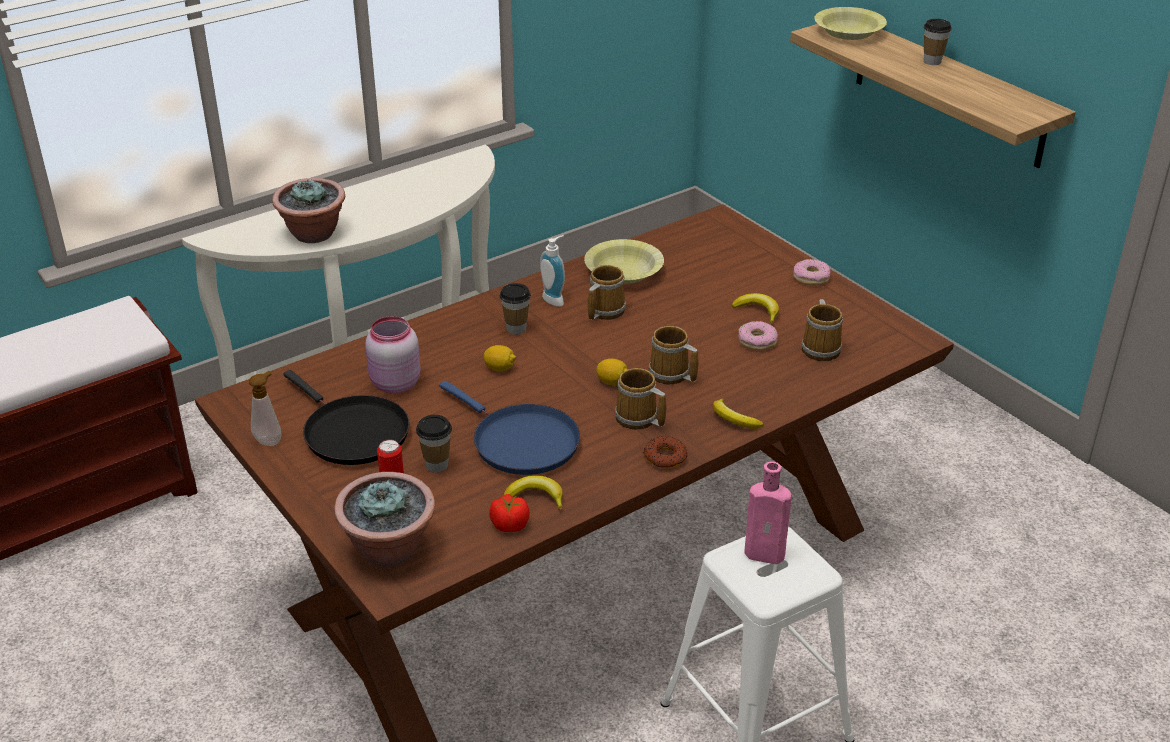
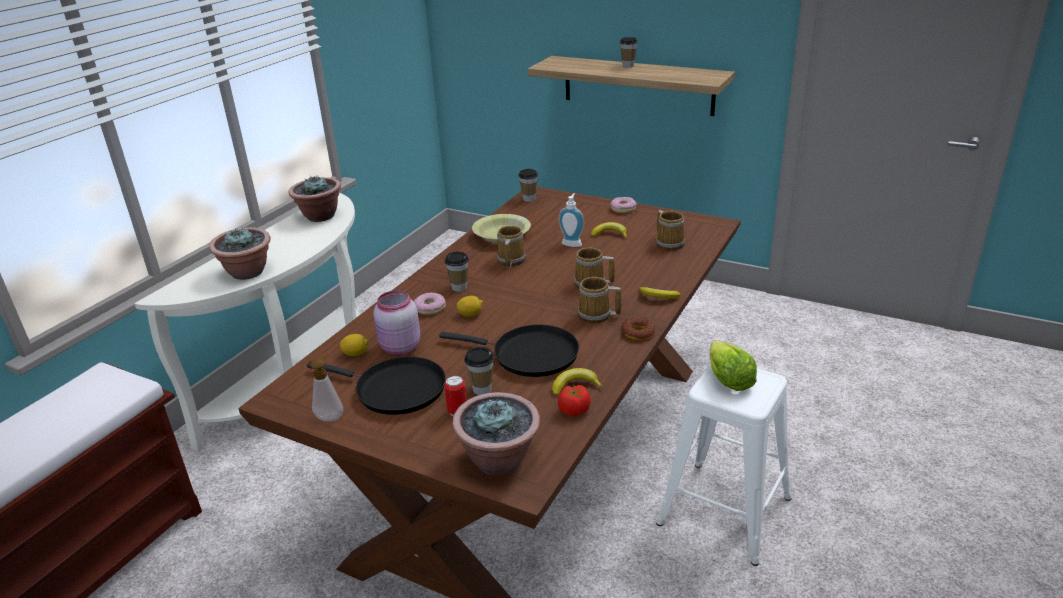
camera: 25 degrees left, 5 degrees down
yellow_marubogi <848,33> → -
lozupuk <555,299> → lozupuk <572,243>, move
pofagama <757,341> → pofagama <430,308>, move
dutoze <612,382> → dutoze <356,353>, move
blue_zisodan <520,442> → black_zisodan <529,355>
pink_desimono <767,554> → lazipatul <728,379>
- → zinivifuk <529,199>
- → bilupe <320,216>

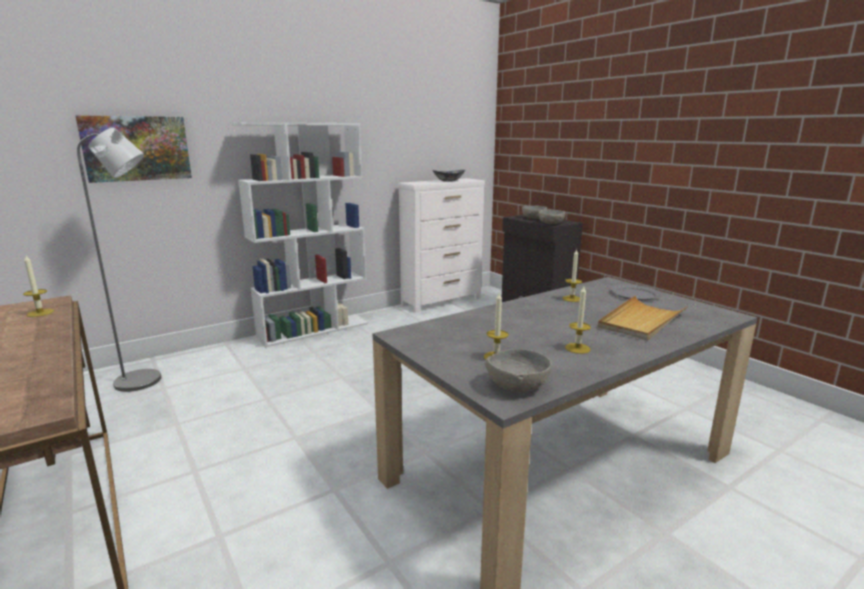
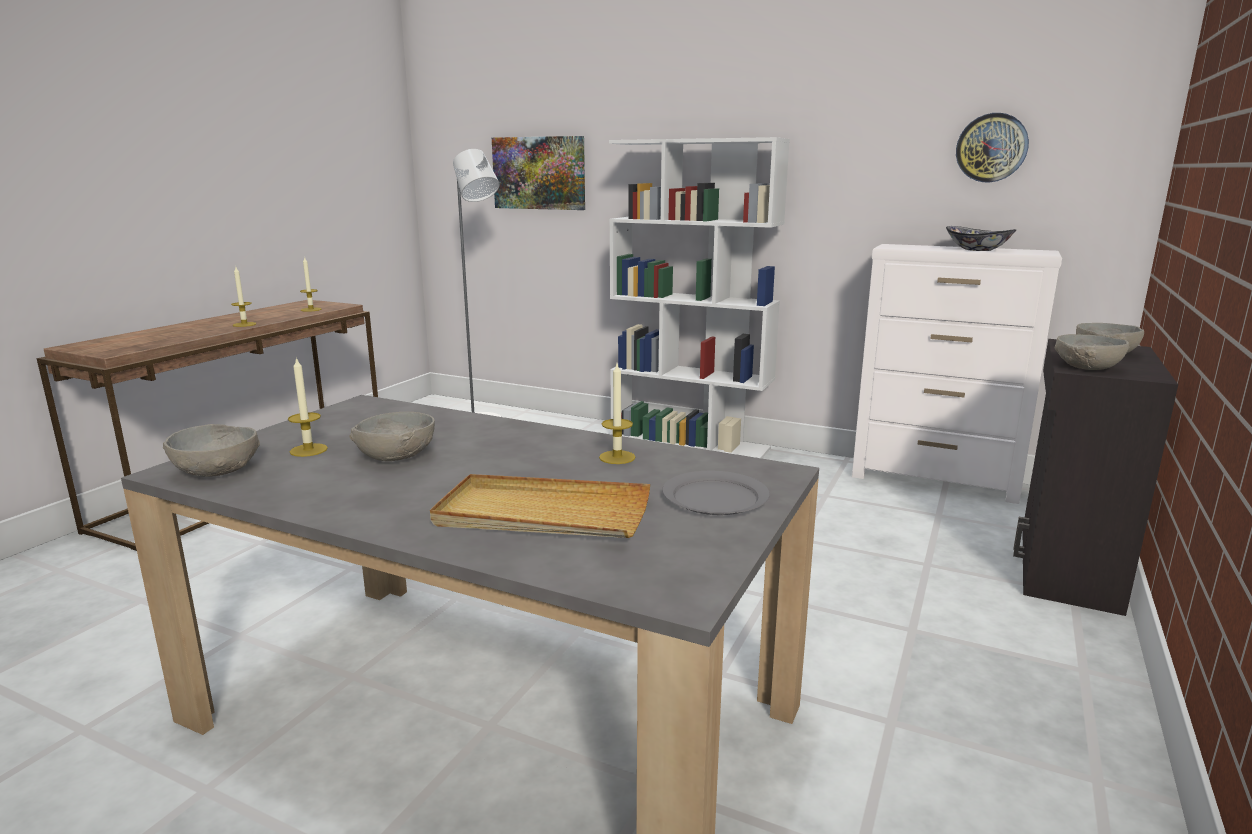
camera: 60 degrees right, 0 degrees up
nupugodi <577,348> → nupugodi <244,324>, move
- → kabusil <991,148>
- → grey_marubogi <396,455>

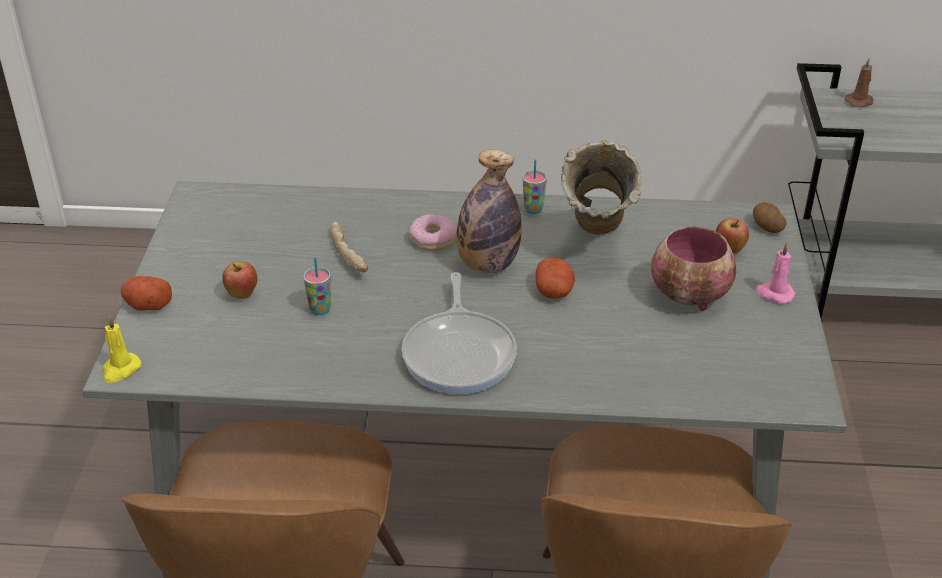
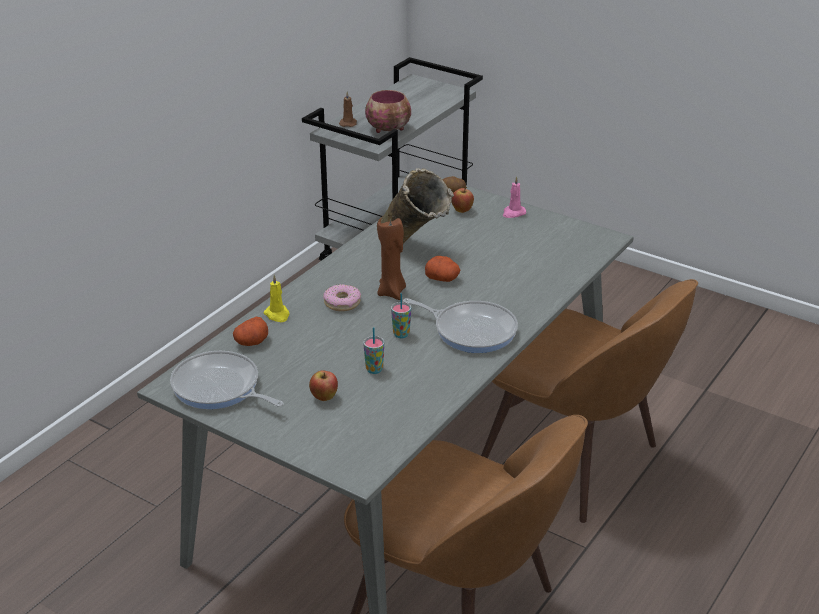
camera: 60 degrees left, 5 degrees down
desimono <487,264> → brown_nupugodi <392,292>
zinivifuk <533,209> → zinivifuk <401,334>, move
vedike <349,255> → -
marubogi <691,297> → marubogi <389,129>, move
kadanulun <147,305> → kadanulun <251,342>, move
yellow_nupugodi <120,369> → yellow_nupugodi <277,315>, move
- → zisodan <219,388>

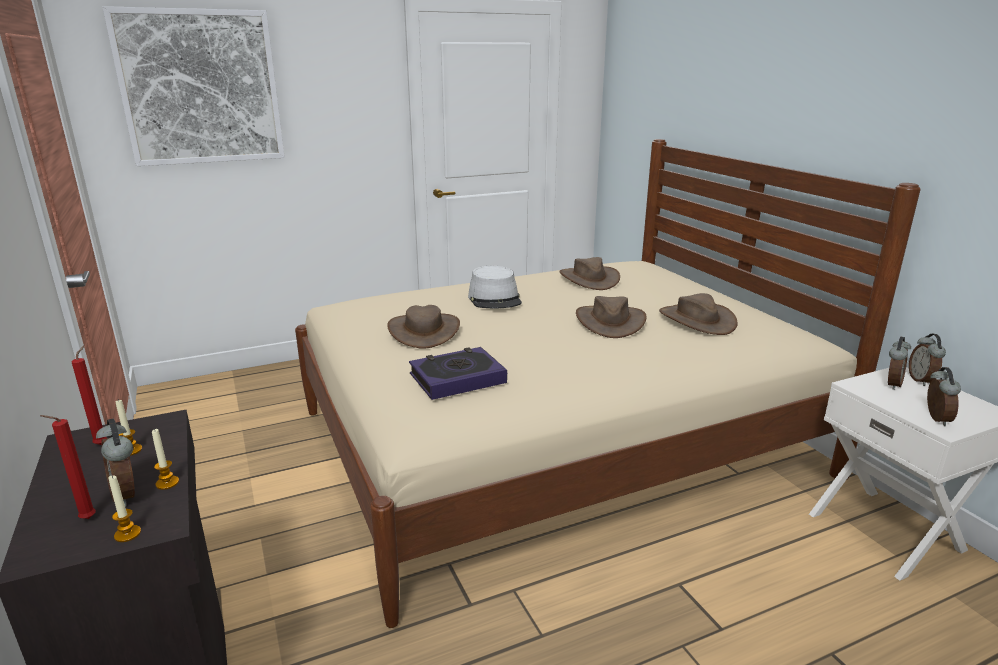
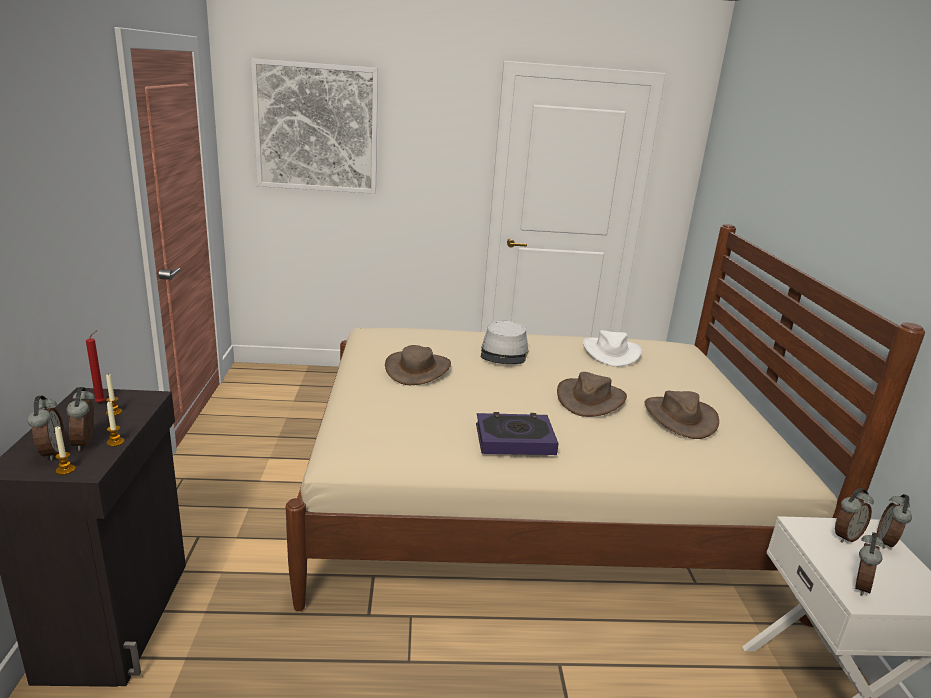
camera: 20 degrees right, 0 degrees up
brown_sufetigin <589,279> → white_sufetigin <610,352>
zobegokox <457,378> → zobegokox <514,439>, move
red_nupugodi <85,519> → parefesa <51,452>

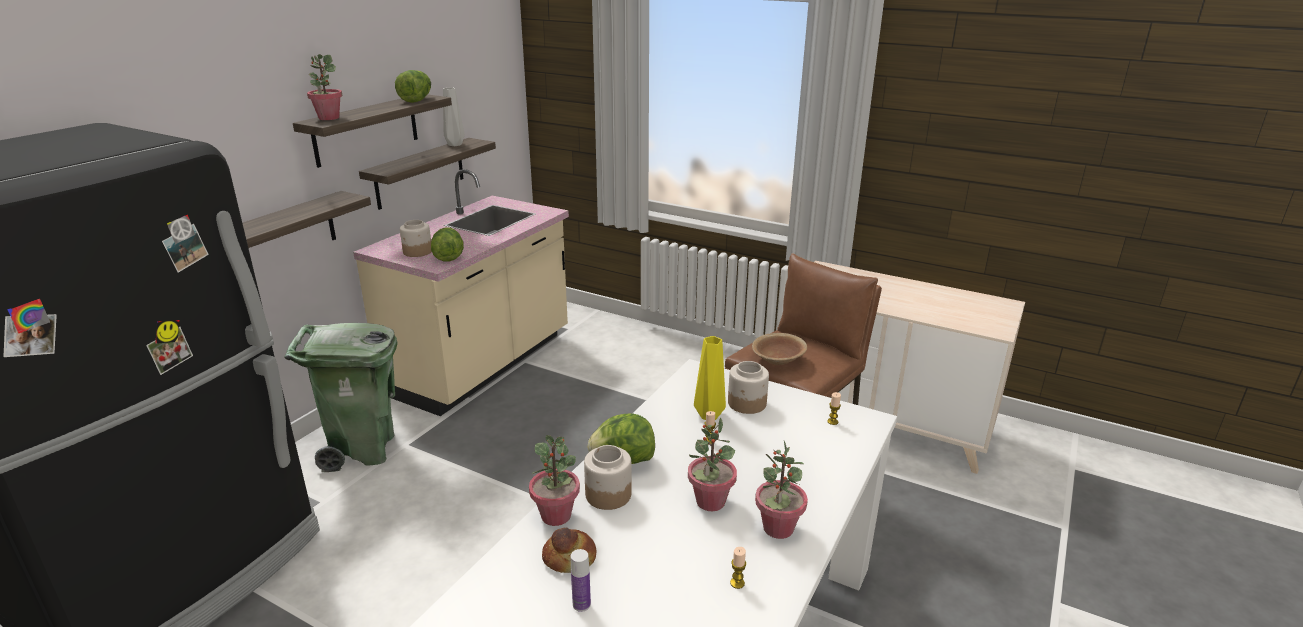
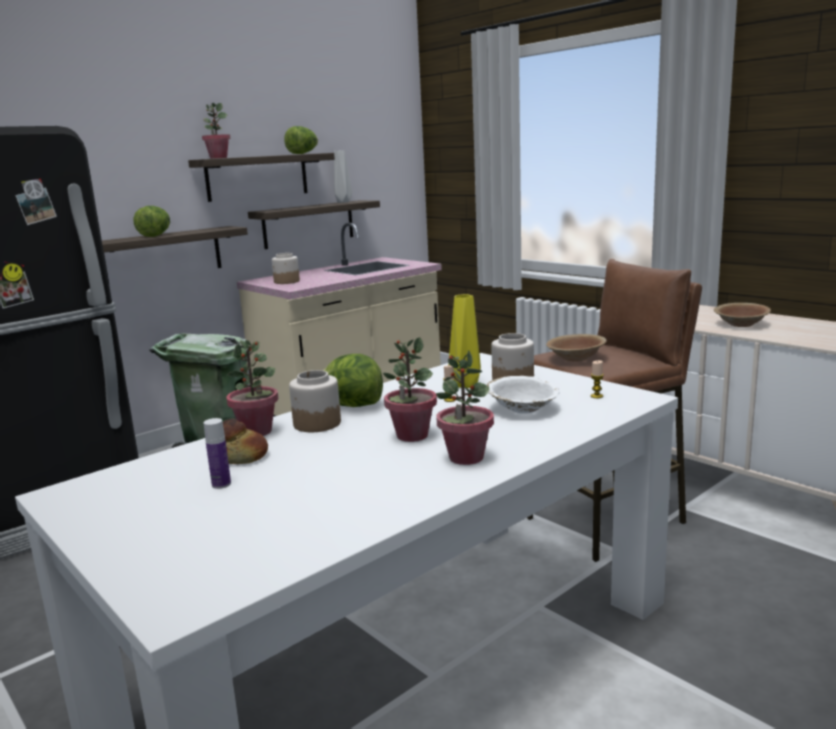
camera: 20 degrees right, 10 degrees down
lazipatul <448,256> → lazipatul <156,235>, move
nupugodi <737,583> → -
- → brown_marubogi <740,324>
- → white_marubogi <522,409>

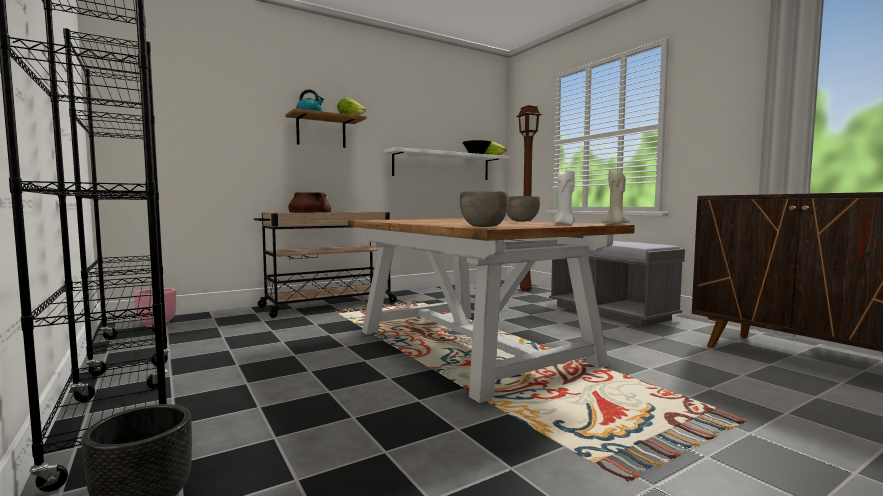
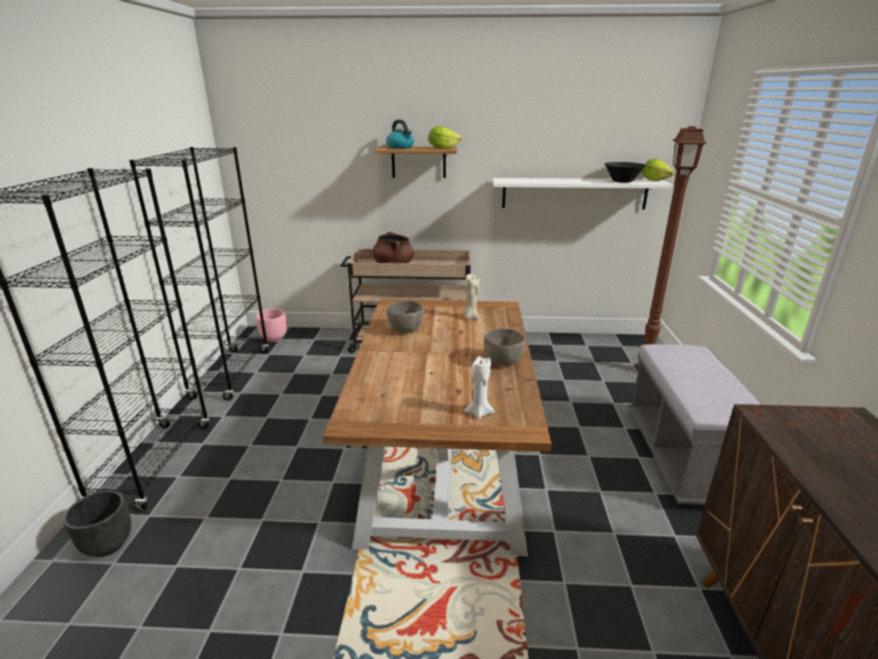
camera: 35 degrees right, 20 degrees up
beige_nupugodi <615,224> → beige_nupugodi <470,317>, move
grey_marubogi <484,227> → grey_marubogi <405,330>, move

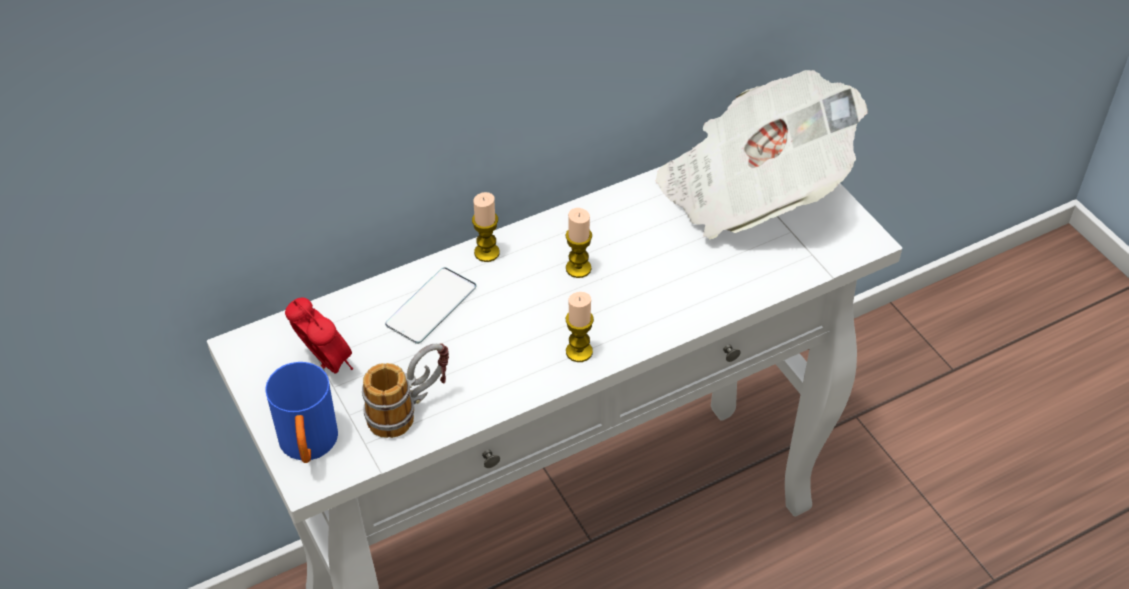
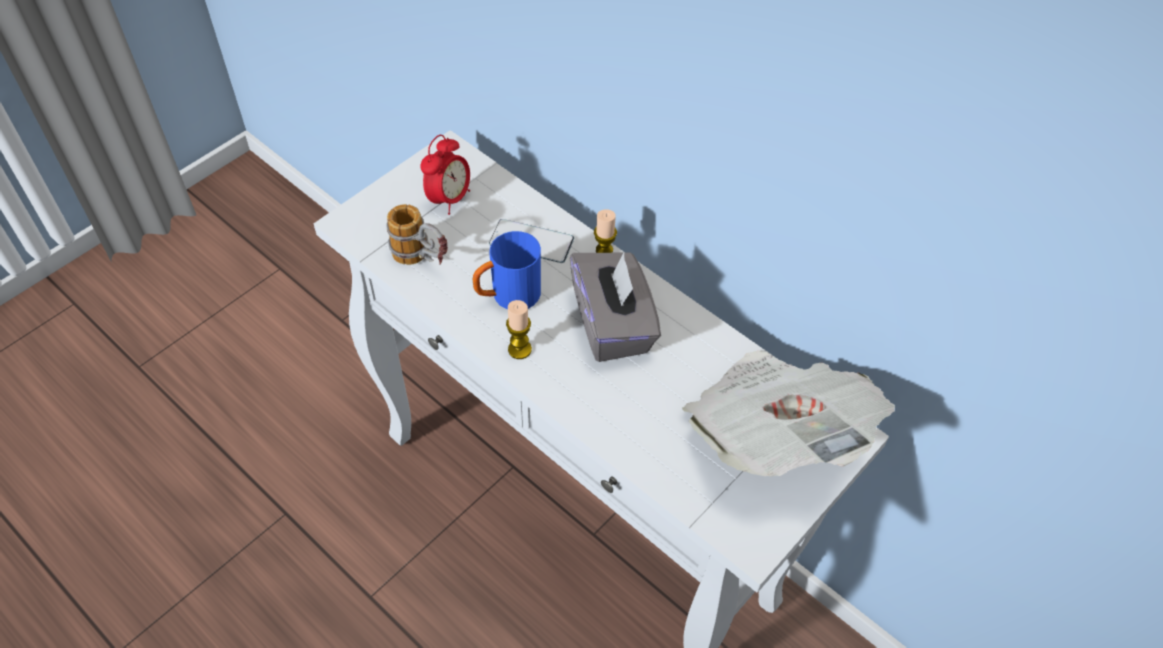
camera: 70 degrees right, 5 degrees up
nupugodi <578,268> → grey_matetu <613,325>
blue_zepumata <309,448> → blue_zepumata <507,297>, move

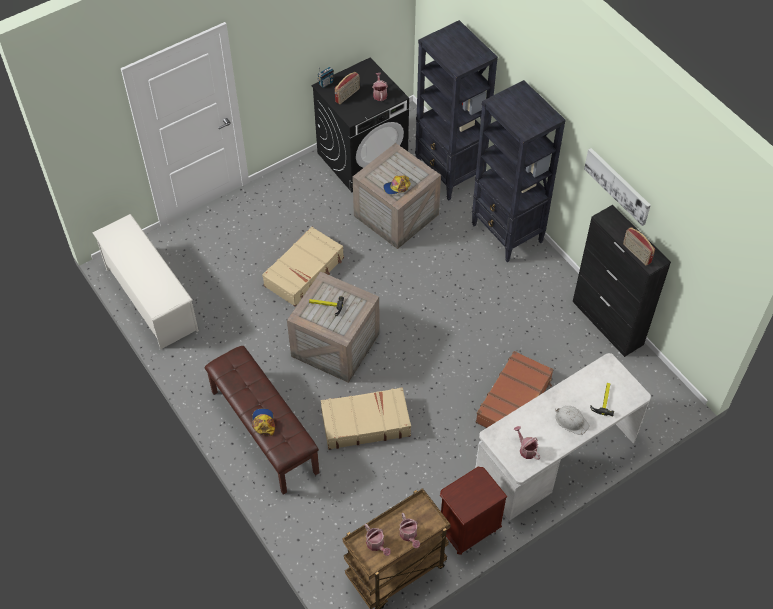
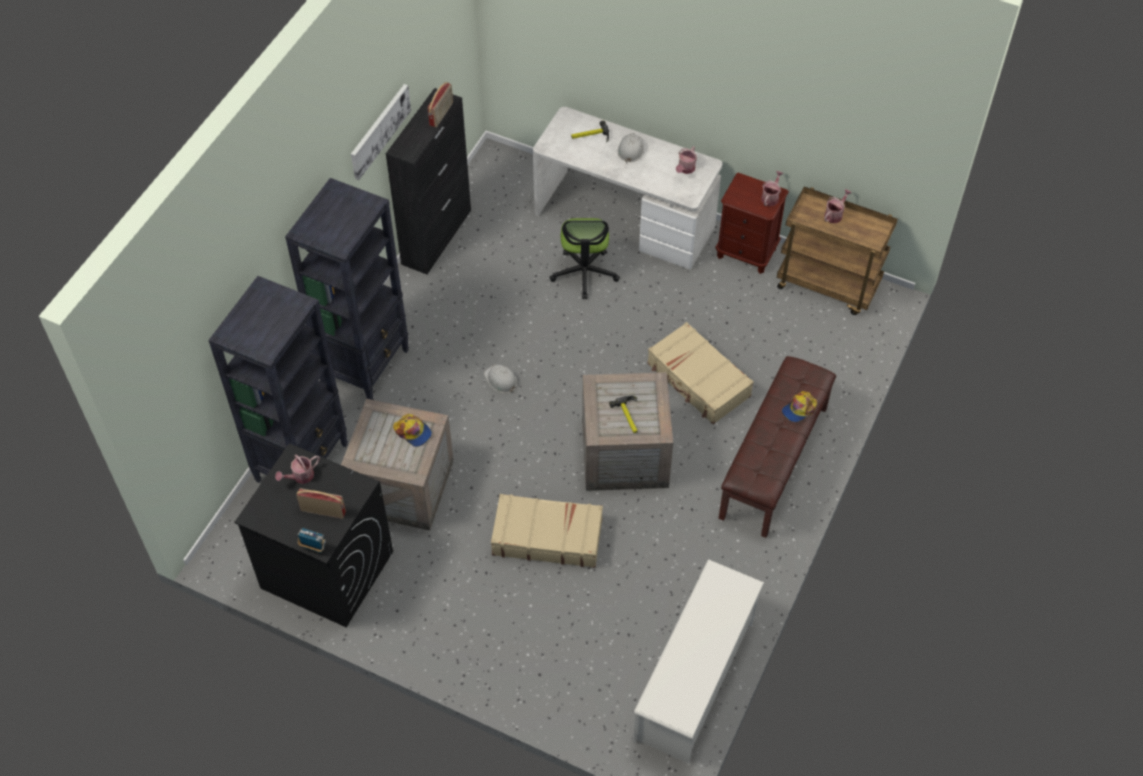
camera: 120 degrees left, 0 degrees up
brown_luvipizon <514,401> → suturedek <584,273>
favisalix <376,545> → favisalix <771,197>, move
- → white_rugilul <501,380>

